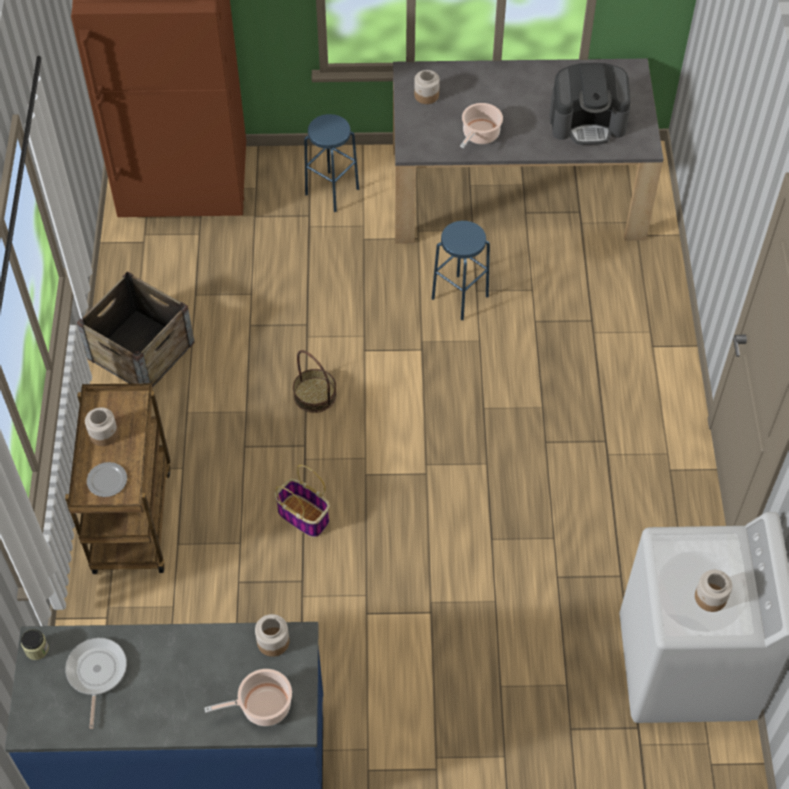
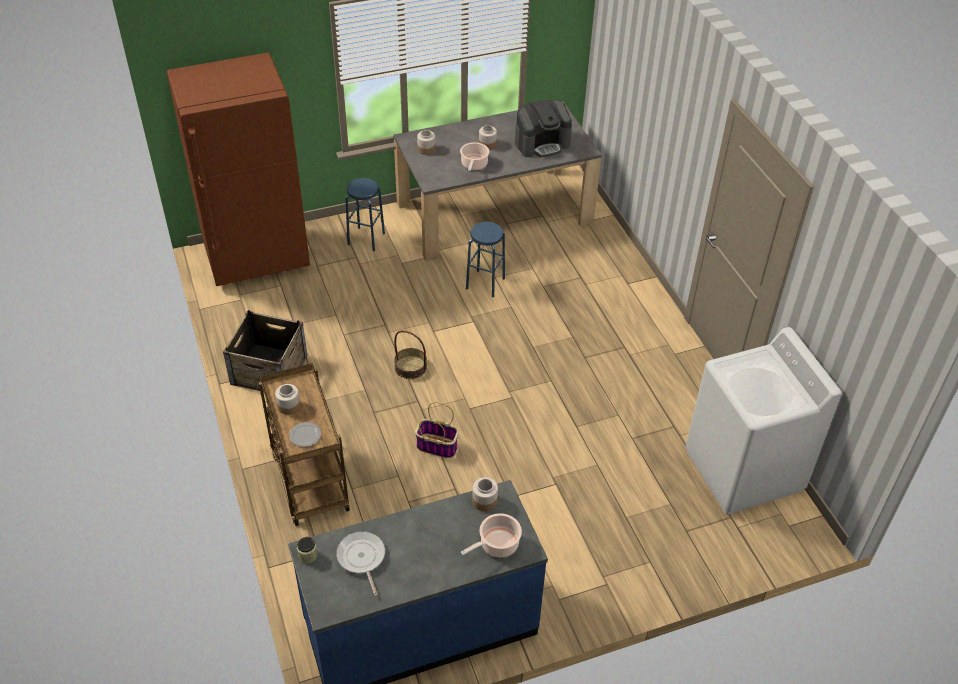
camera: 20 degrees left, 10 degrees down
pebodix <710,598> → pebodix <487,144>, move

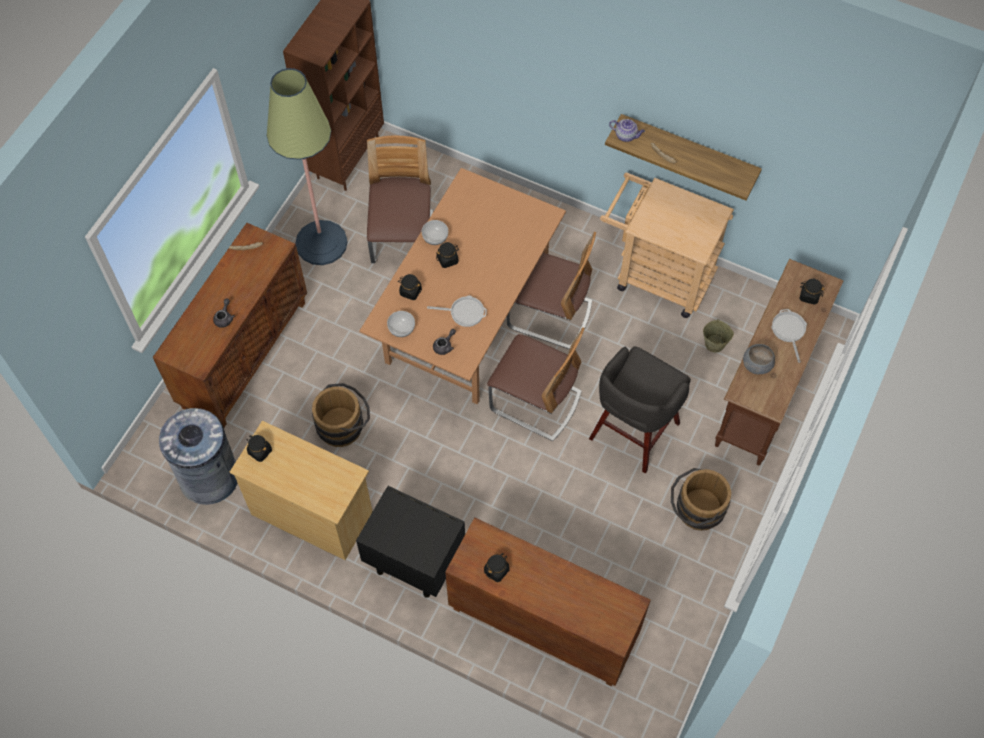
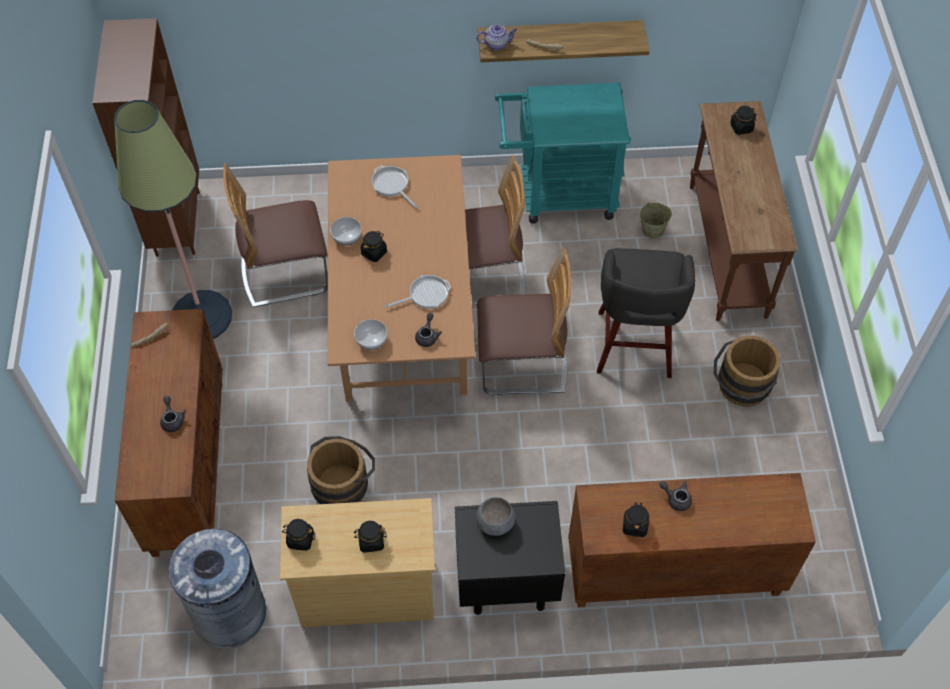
camera: 30 degrees left, 5 degrees down
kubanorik <402,238> → kubanorik <285,273>, 75 degrees counterclockwise
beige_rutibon <656,275> → turquoise_rutibon <558,194>
black_pebodix <410,291> → black_pebodix <371,541>, move
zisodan <788,331> → zisodan <392,185>, move
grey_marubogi <756,364> → grey_marubogi <494,522>, move
- → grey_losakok <676,498>

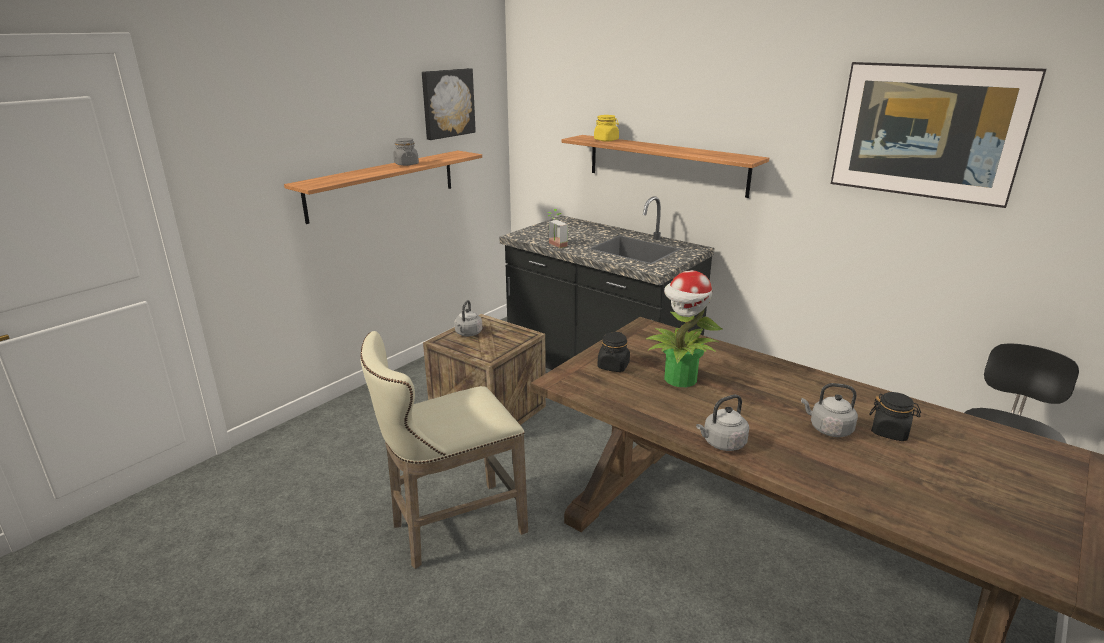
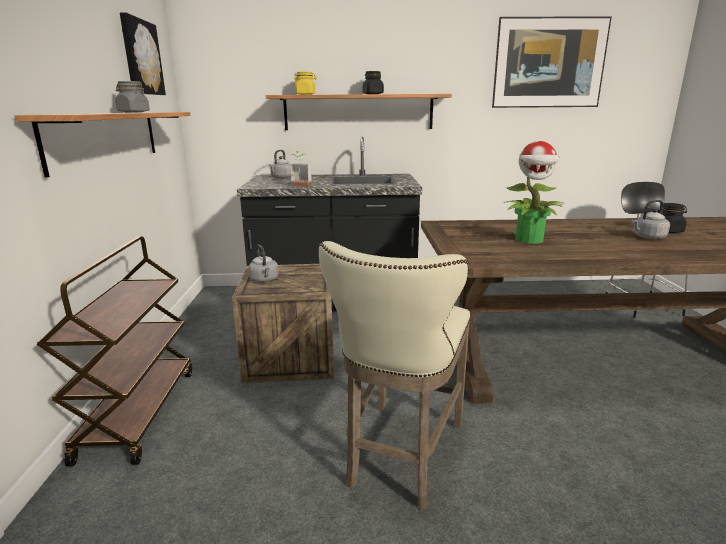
camera: 40 degrees left, 5 degrees down
black_pebodix <613,366> → black_pebodix <373,94>, move
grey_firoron <722,443> → grey_firoron <281,178>, move
- → brown_rutibon <138,412>

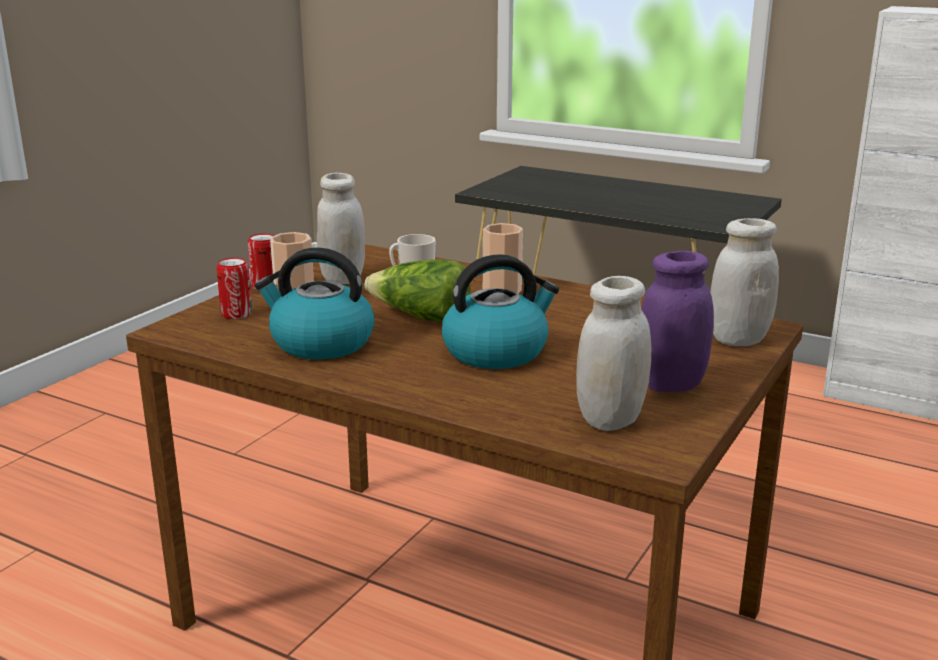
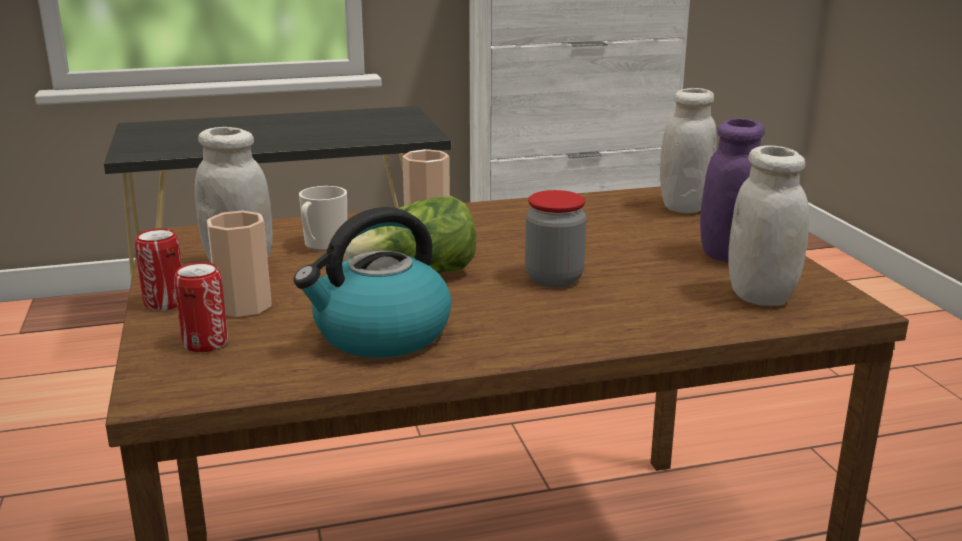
camera: 45 degrees left, 0 degrees up
firoron <496,351> → pebodix <554,279>

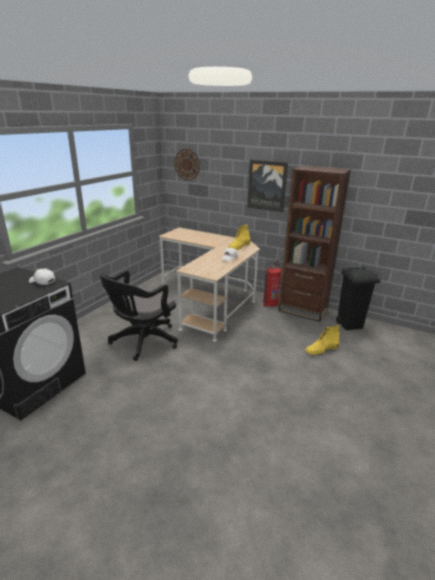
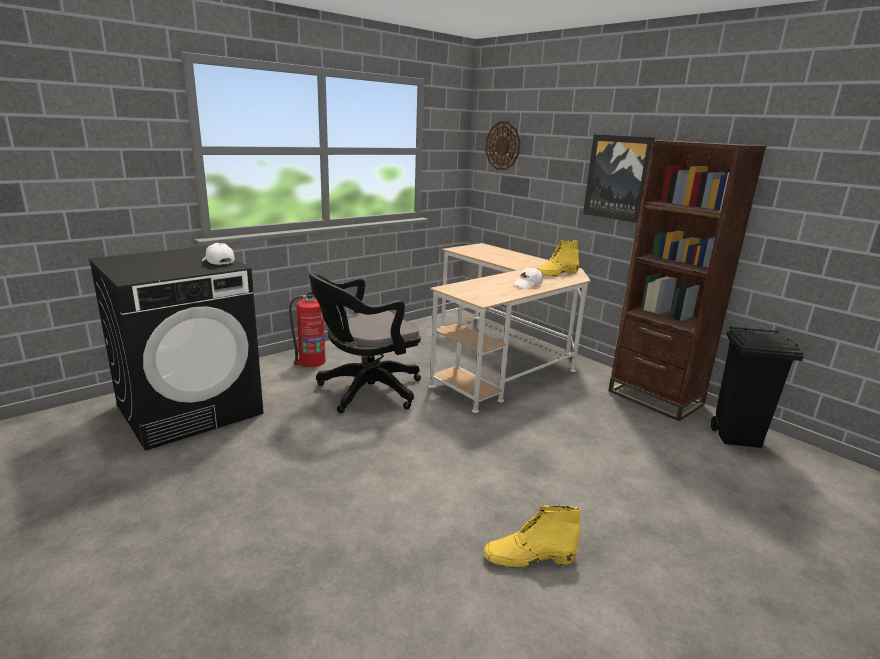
camera: 20 degrees right, 5 degrees down
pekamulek <270,303> → pekamulek <311,361>, move
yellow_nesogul <321,350> → yellow_nesogul <528,557>, move

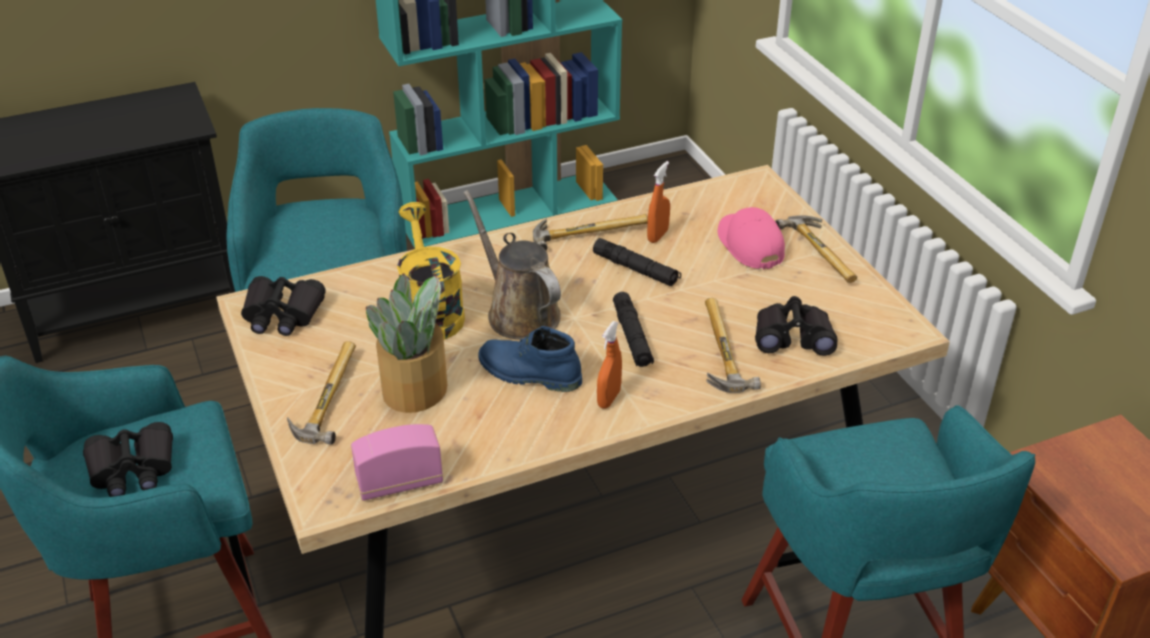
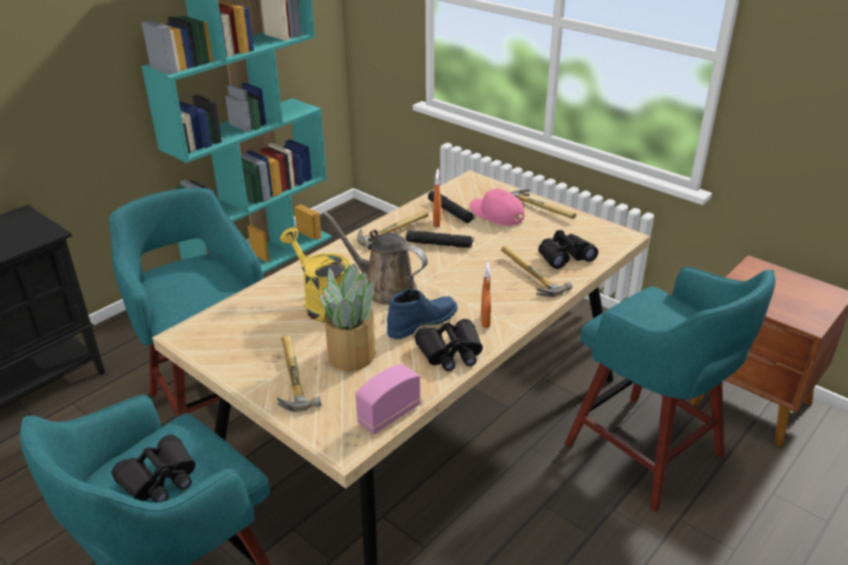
camera: 25 degrees left, 5 degrees down
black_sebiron <282,314> → black_sebiron <450,352>, move
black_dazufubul <632,336> → black_dazufubul <450,212>, move
blue_nesogul <528,374> → blue_nesogul <421,322>, 150 degrees clockwise

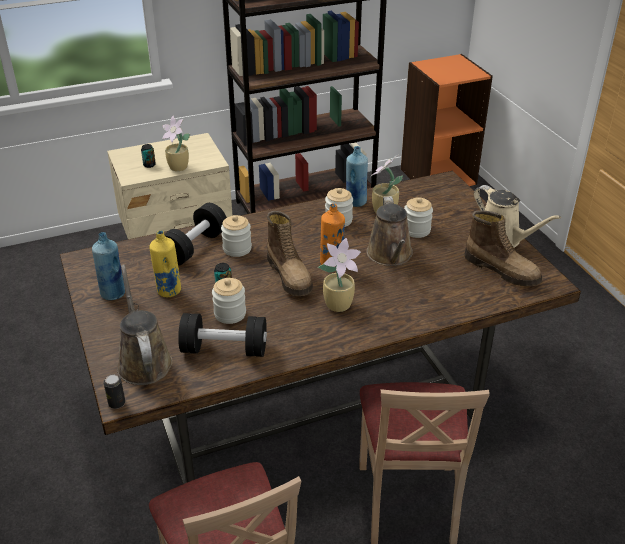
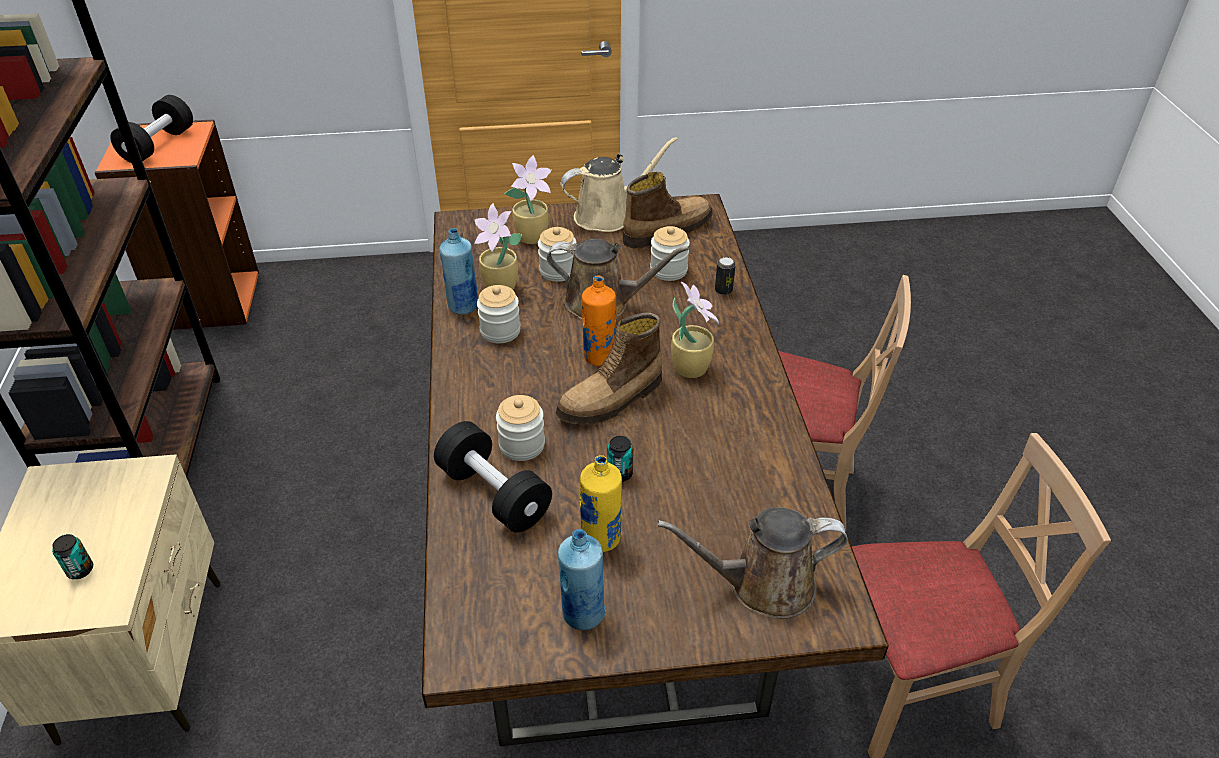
camera: 75 degrees left, 5 degrees up
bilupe <179,168> → bilupe <533,237>, move
nesogul <290,275> → nesogul <612,400>, 150 degrees clockwise
pebodix <230,314> → pebodix <668,270>, move
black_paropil <224,349> → black_paropil <158,145>, move
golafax <116,403> → golafax <723,290>, move

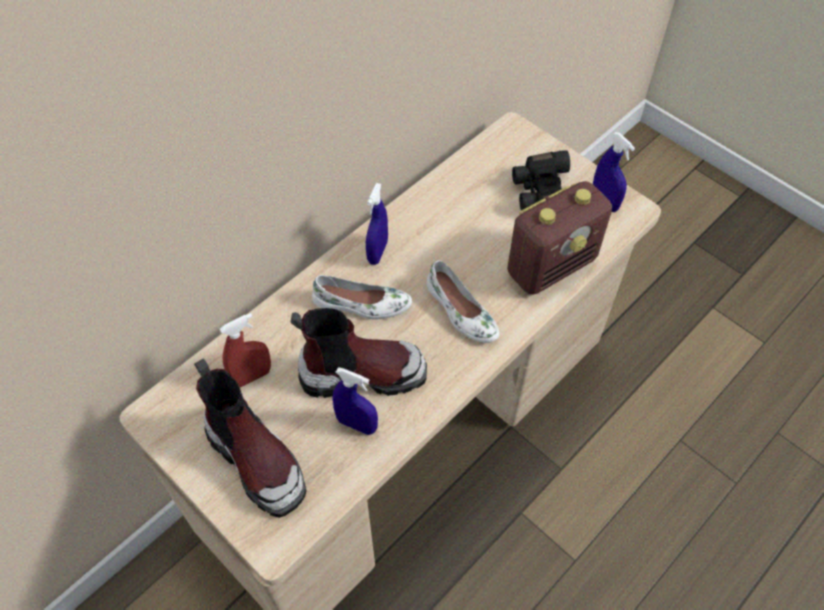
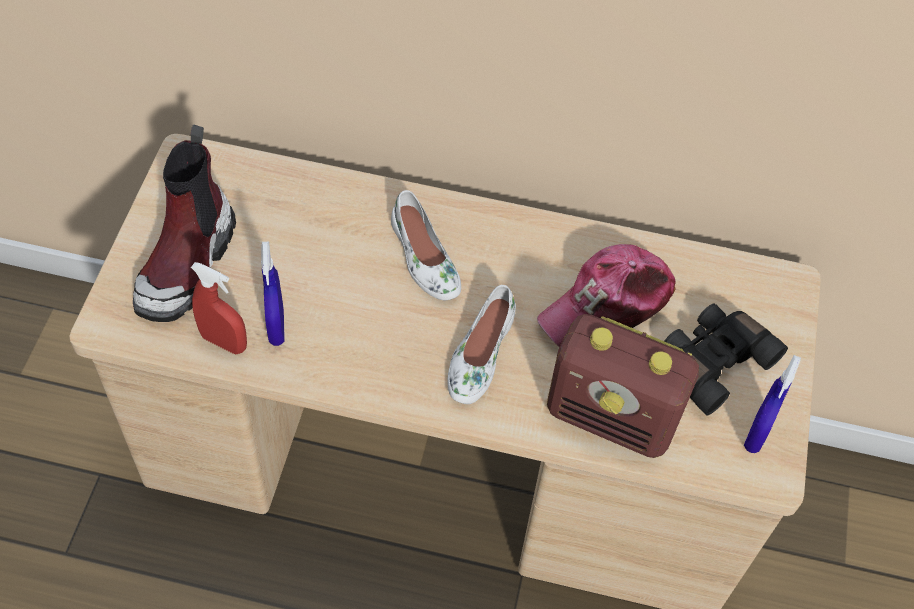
camera: 55 degrees right, 0 degrees up
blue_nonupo <377,252> → -
nesogul <362,373> → -
red_nonupo <252,376> → red_nonupo <224,342>, move
- → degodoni <607,307>

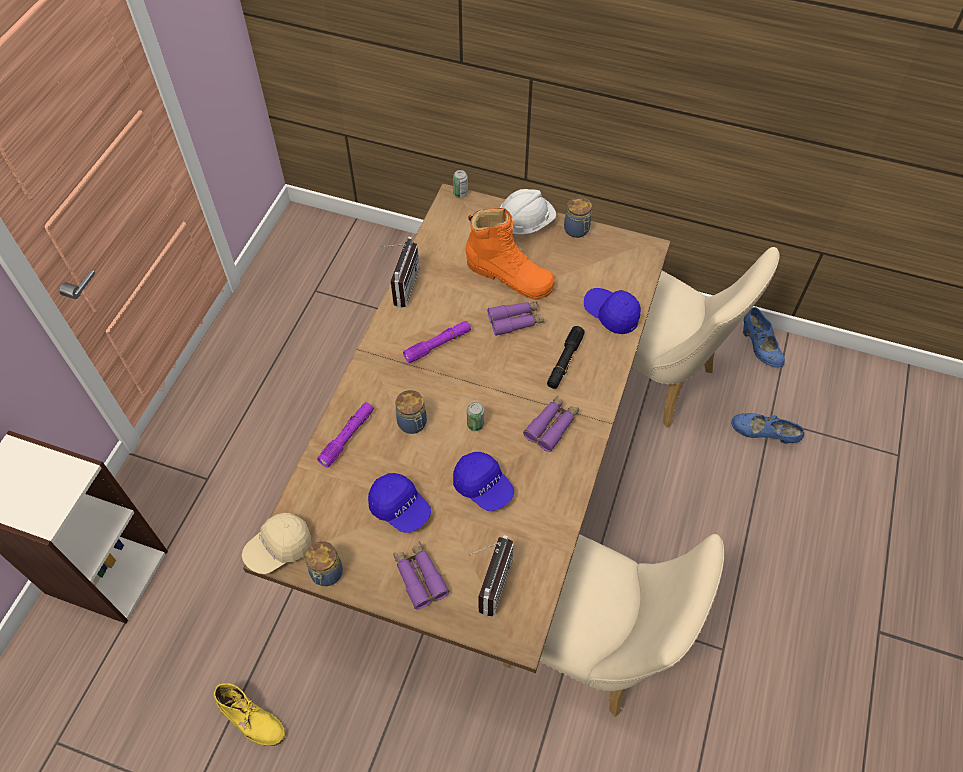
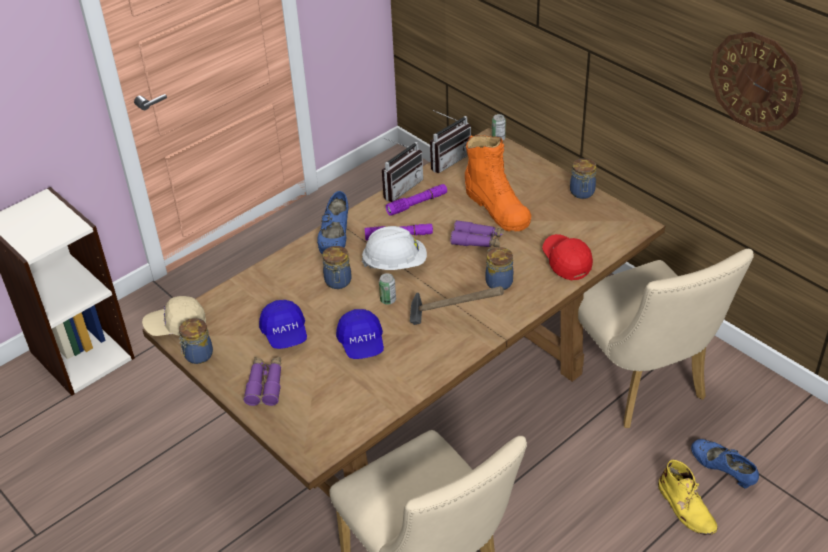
camera: 30 degrees right, 15 degrees down
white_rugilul <525,224> → white_rugilul <395,263>, move
blue_degodoni <611,314> → red_degodoni <566,262>
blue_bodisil <759,348> → blue_bodisil <335,240>, move
black_dazufubul <564,361> → pebodix <498,282>
purple_sebiron <552,426> → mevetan <451,323>
purple_dazufubul <347,437> → purple_dazufubul <417,204>, move
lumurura <488,582> → lumurura <447,159>, move
yellow_nesogul <251,718> → yellow_nesogul <686,507>, move
- → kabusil <756,81>

